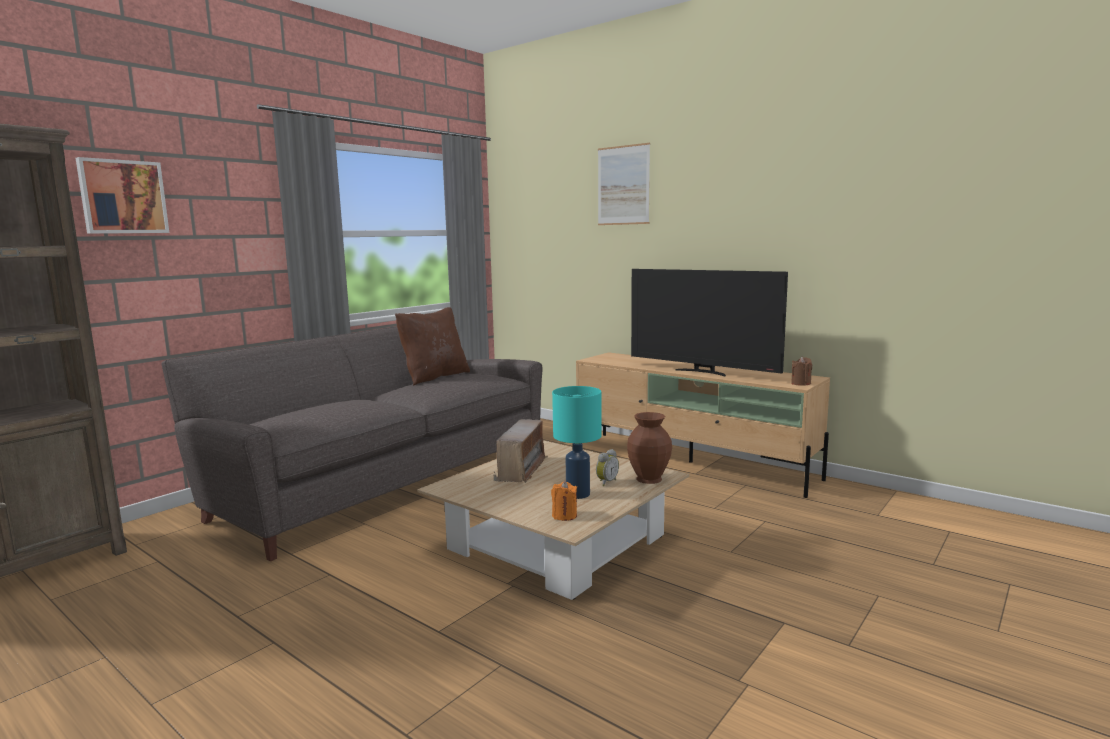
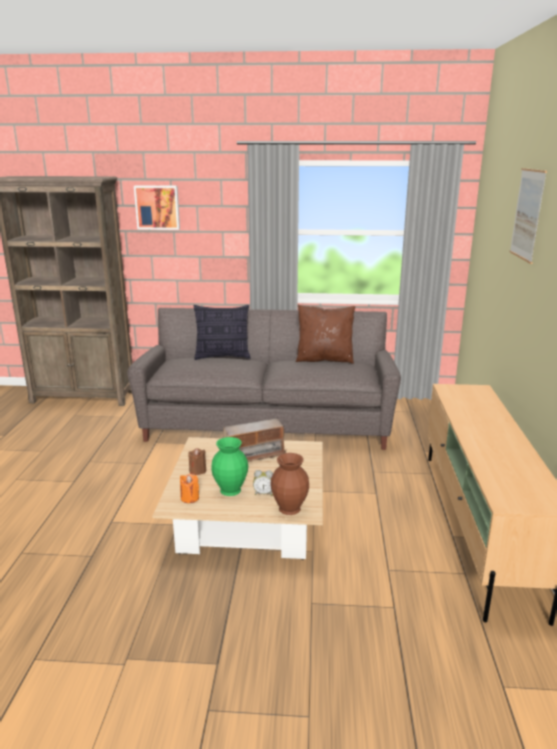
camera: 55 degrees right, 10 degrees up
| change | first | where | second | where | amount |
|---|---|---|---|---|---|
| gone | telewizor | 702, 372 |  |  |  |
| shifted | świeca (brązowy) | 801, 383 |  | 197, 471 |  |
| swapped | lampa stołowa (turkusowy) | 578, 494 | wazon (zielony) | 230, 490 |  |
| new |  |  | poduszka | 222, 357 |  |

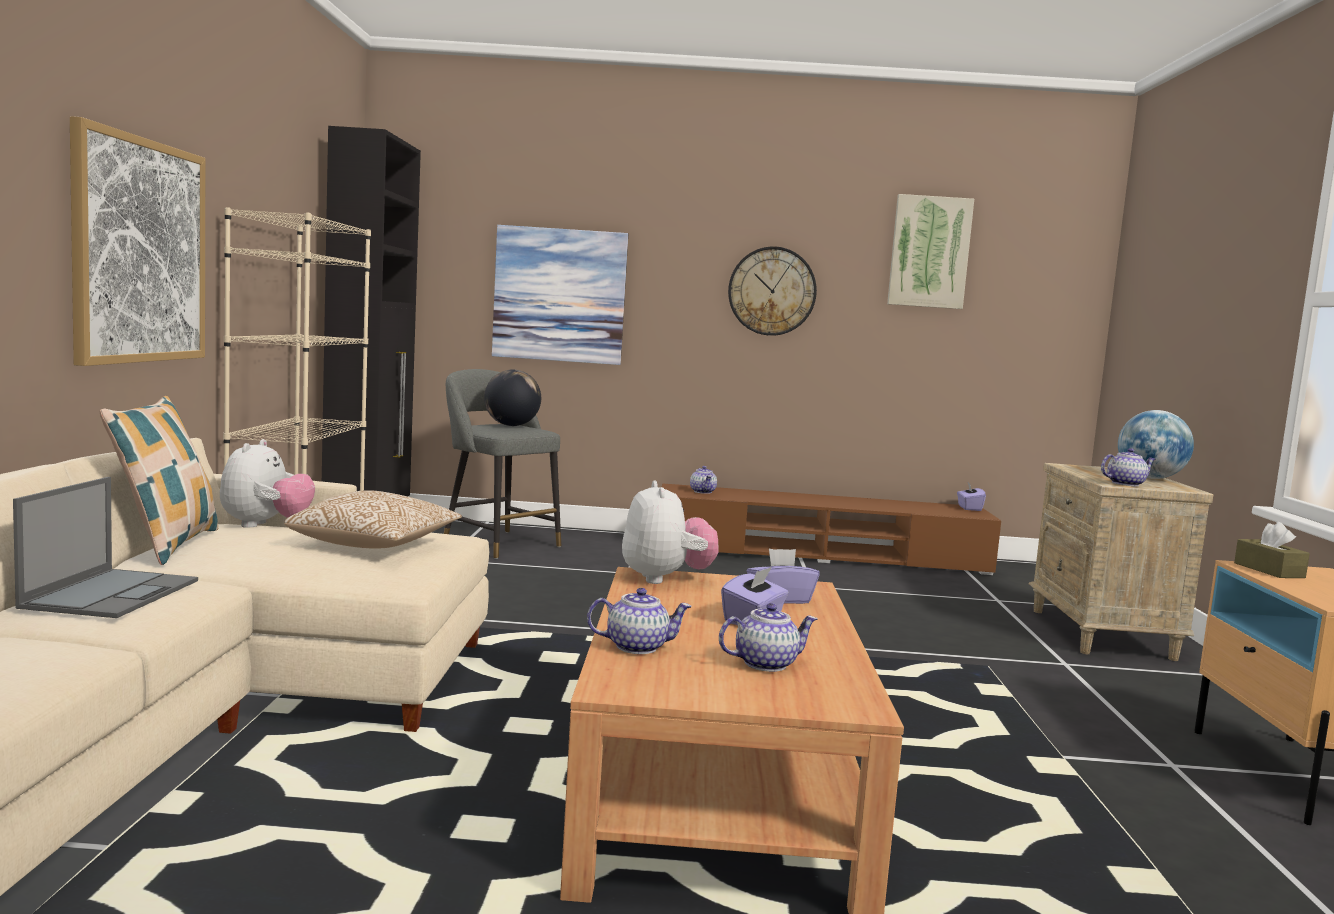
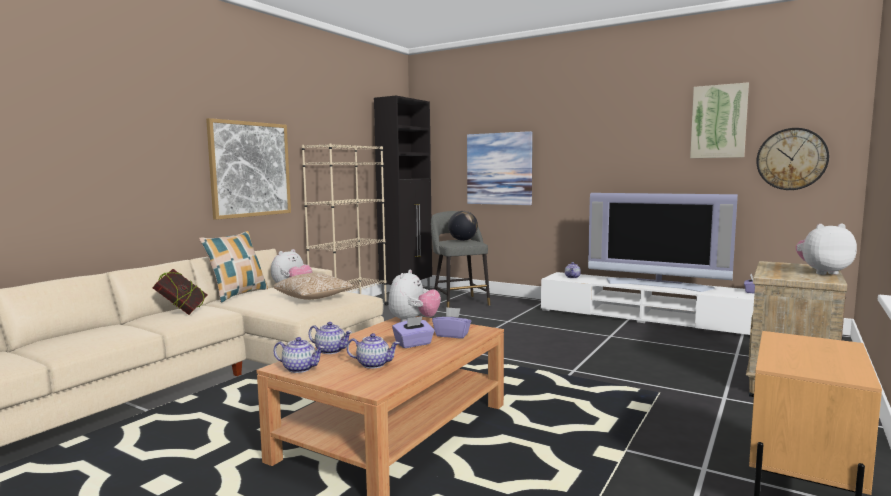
camera: 30 degrees right, 0 degrees up
| change | first | where | second | where | amount |
|---|---|---|---|---|---|
| shifted | zegar ścienny | 772, 291 |  | 791, 159 |  |
| swapped | globus | 1150, 478 | pluszak | 822, 272 |  |
| shifted | imbryk | 1125, 484 |  | 300, 368 |  |
| swapped | laptop | 112, 593 | książka | 182, 312 |  |
| repainted | szafka pod telewizor (brązowy) | 820, 555 | szafka pod telewizor (biały) | 645, 318 |  |
| gone | pudełko chusteczek (brązowy) | 1269, 570 |  |  |  |
| new |  |  | telewizor | 657, 284 |  |

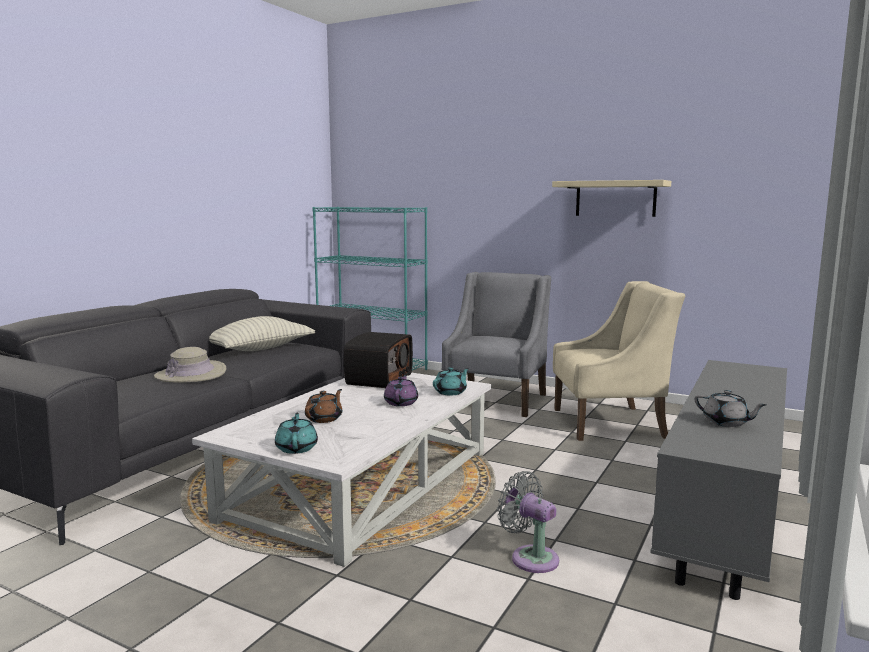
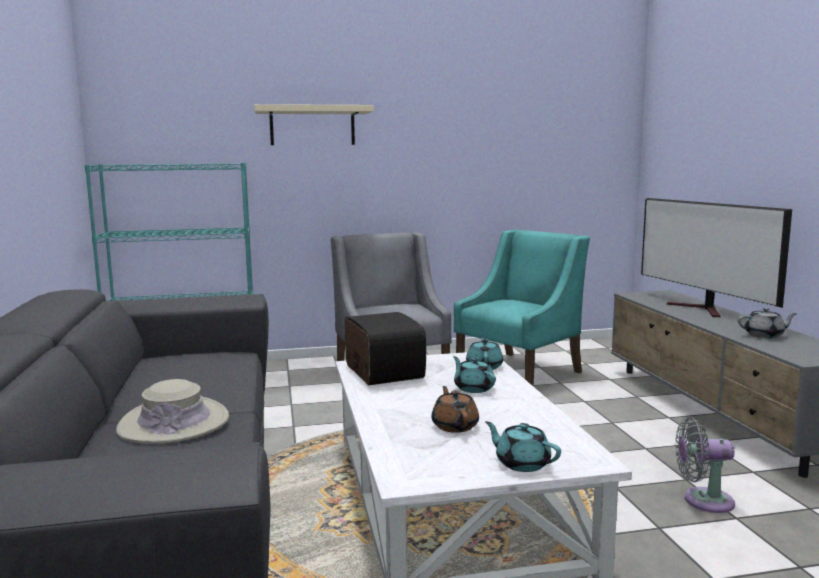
camera: 40 degrees left, 0 degrees up
| change | first | where | second | where | amount |
|---|---|---|---|---|---|
| shifted | półka (beżowy) | 615, 198 |  | 312, 126 |  |
| repainted | fotel (beżowy) | 609, 423 | fotel (turkusowy) | 520, 371 |  |
| gone | poduszka | 259, 349 |  |  |  |
| repainted | imbryk (fioletowy) | 401, 402 | imbryk (turkusowy) | 473, 388 |  |
| new |  |  | telewizor | 703, 310 |  |

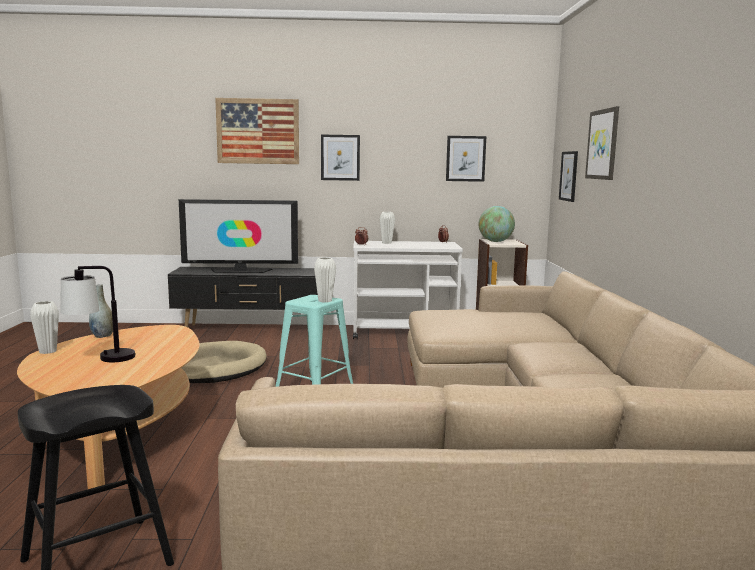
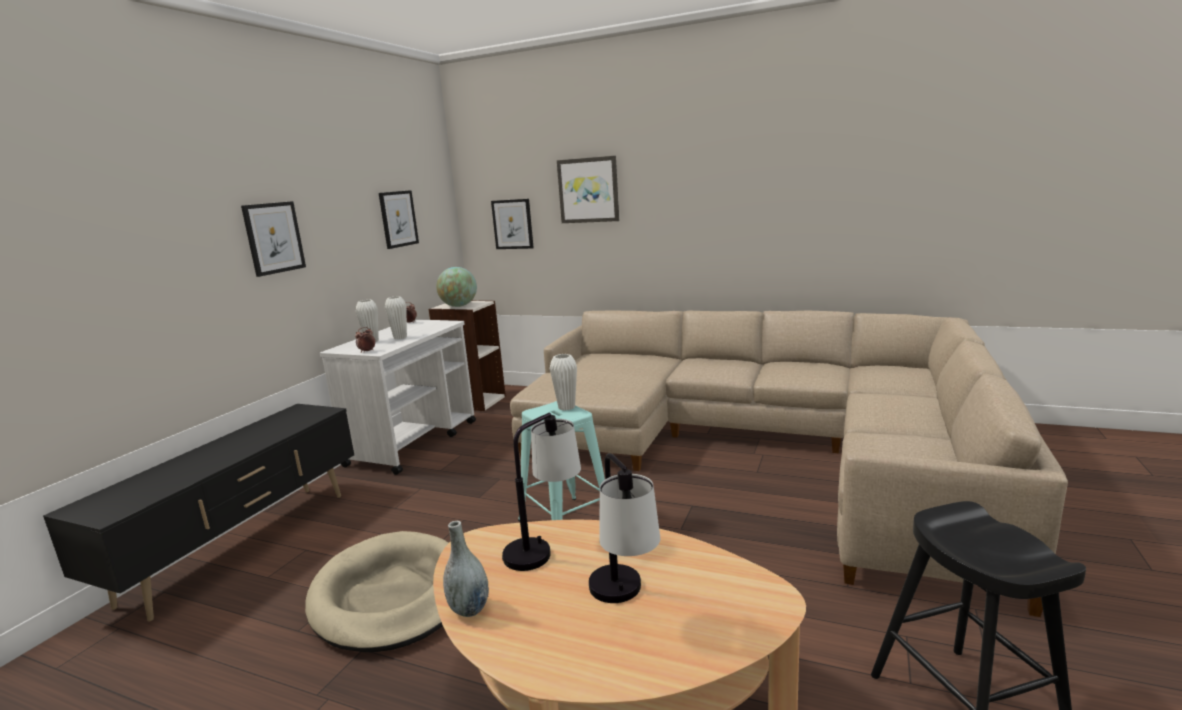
camera: 65 degrees left, 5 degrees up
| change | first | where | second | where | amount |
|---|---|---|---|---|---|
| gone | obraz | 258, 131 |  |  |  |
| gone | telewizor | 240, 271 |  |  |  |
| shifted | wazon (biały) | 48, 351 |  | 400, 337 |  |
| new |  |  | lampa stołowa | 544, 546 |  |

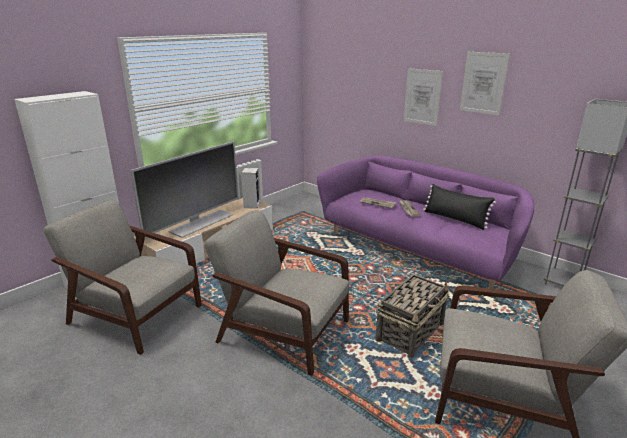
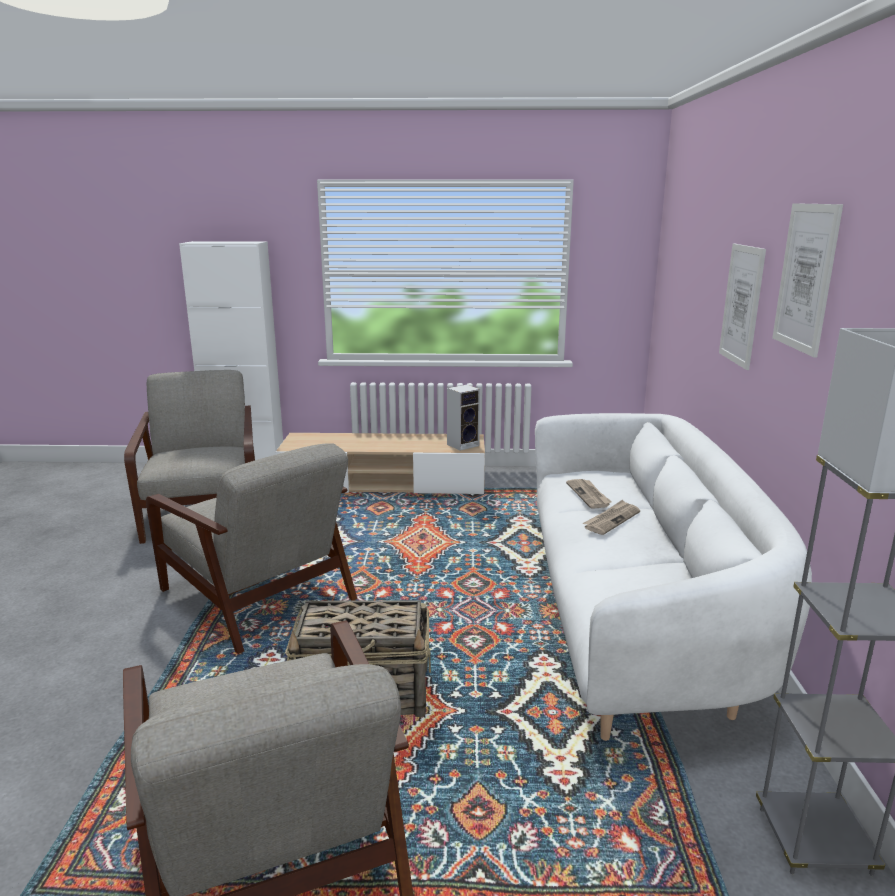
camera: 50 degrees right, 5 degrees down
| change | first | where | second | where | amount |
|---|---|---|---|---|---|
| gone | telewizor | 200, 223 |  |  |  |
| repainted | kanapa (fioletowy) | 418, 249 | kanapa (biały) | 631, 614 |  |
| gone | poduszka (czarny) | 455, 219 |  |  |  |
| rotated | fotel (szary) | 282, 330 |  | 259, 596 | 150 degrees clockwise |

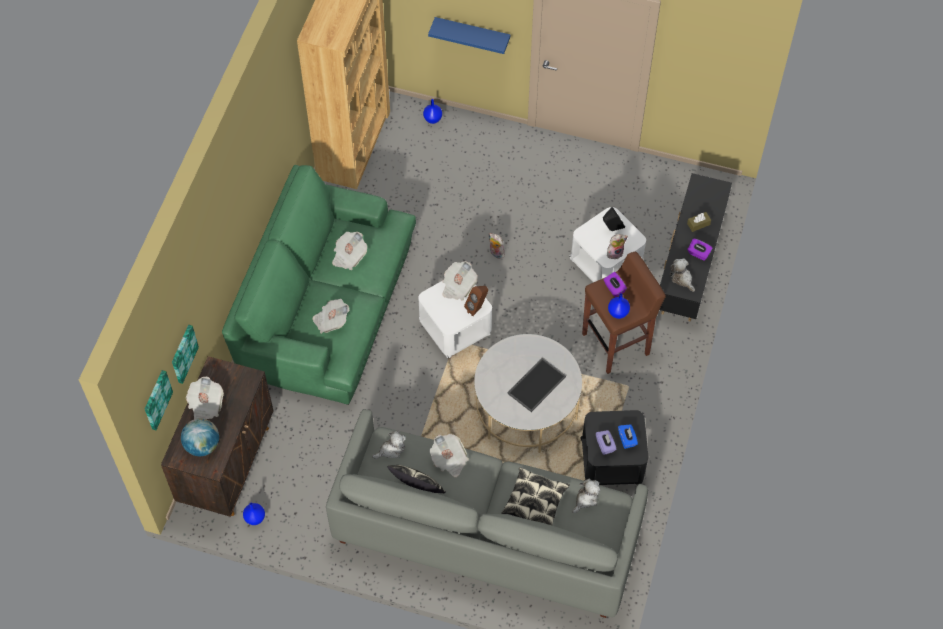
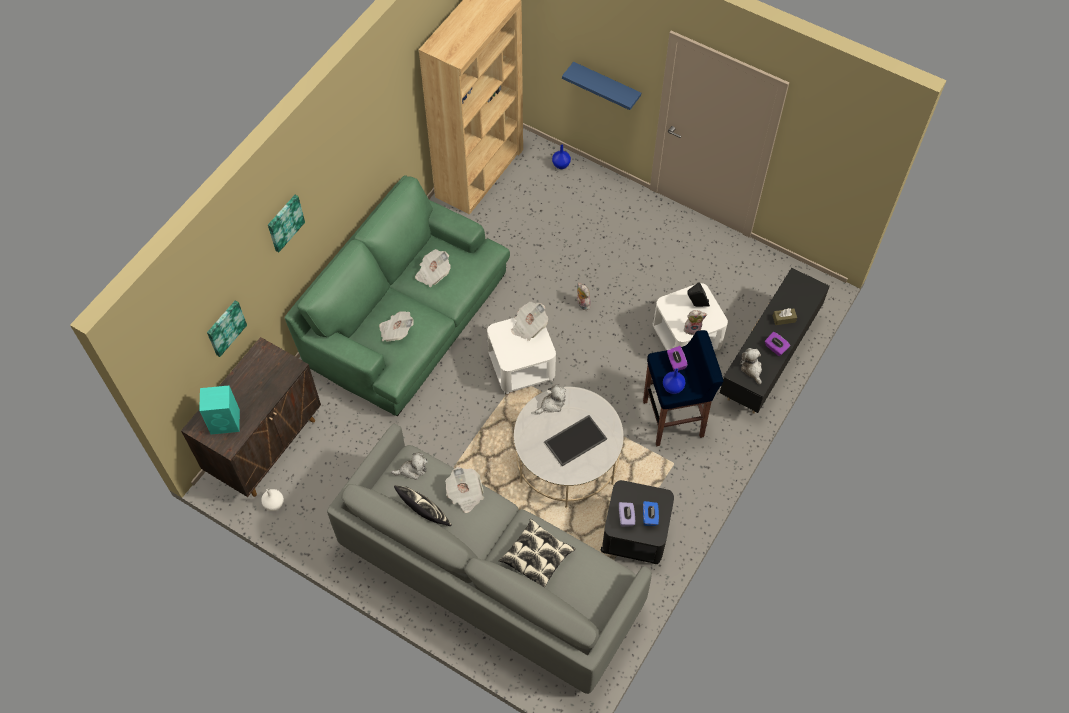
camera: 15 degrees right, 0 degrees up
| change | first | where | second | where | amount |
|---|---|---|---|---|---|
| repainted | stołek (brązowy) | 616, 344 | stołek (niebieski) | 674, 419 |  |
| gone | głośnik (brązowy) | 477, 308 |  |  |  |
| shifted | obraz | 156, 399 |  | 284, 222 |  |
| gone | gazeta | 205, 405 |  |  |  |
| swapped | globus | 202, 445 | głośnik (turkusowy) | 226, 421 |  |
| shifted | pluszak | 586, 499 |  | 552, 404 |  |
| repainted | wazon (niebieski) | 254, 518 | wazon (biały) | 274, 504 |  |

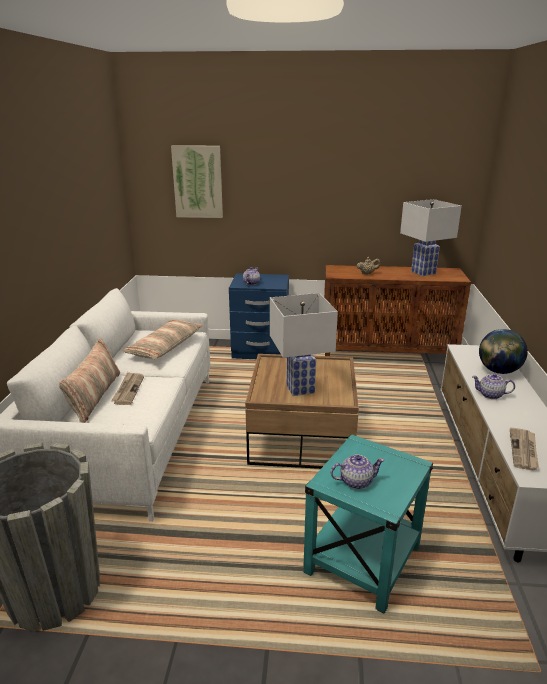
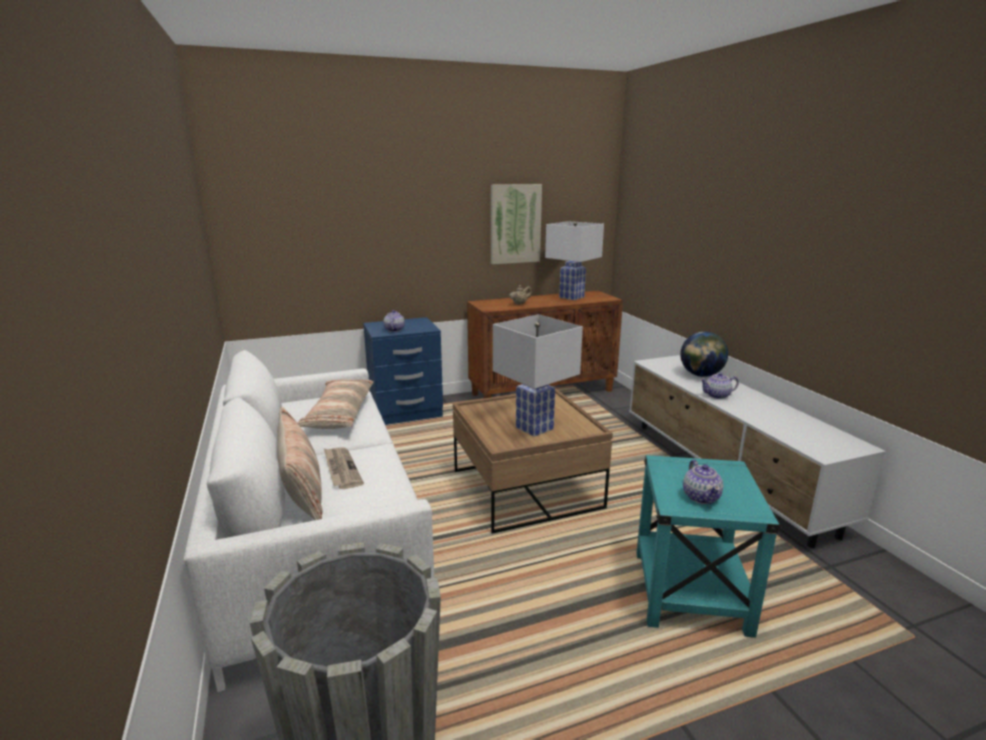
camera: 25 degrees left, 5 degrees down
| change | first | where | second | where | amount |
|---|---|---|---|---|---|
| shifted | obraz | 198, 182 |  | 515, 224 |  |
| gone | gazeta | 524, 450 |  |  |  |
| rotated | imbryk | 355, 481 |  | 701, 497 | 120 degrees clockwise |

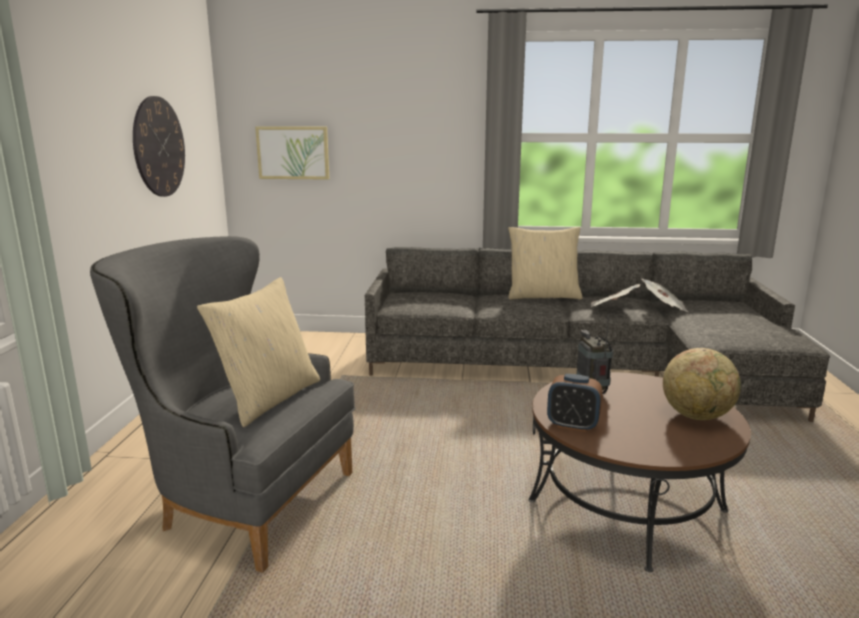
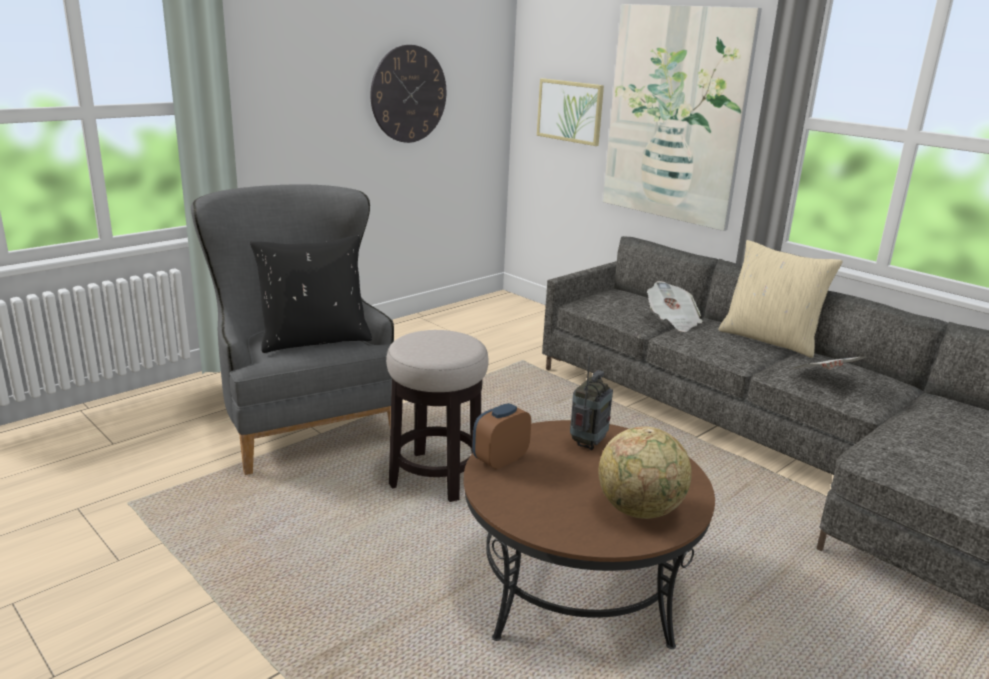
camera: 40 degrees right, 5 degrees up
| change | first | where | second | where | amount |
|---|---|---|---|---|---|
| repainted | poduszka (beżowy) | 269, 398 | poduszka (czarny) | 314, 340 |  |
| shifted | gazeta | 664, 307 |  | 672, 321 |  |
| rotated | budzik | 572, 425 |  | 500, 460 | 75 degrees clockwise |
| new |  |  | obraz | 675, 115 |  |
| new |  |  | stołek | 435, 477 |  |

